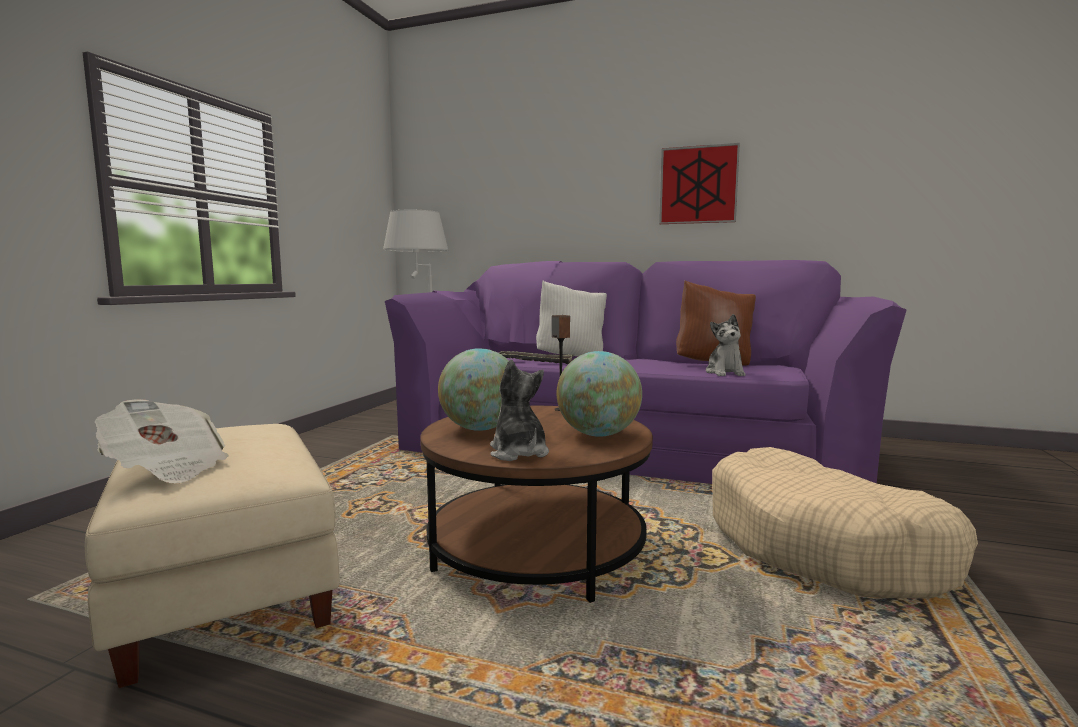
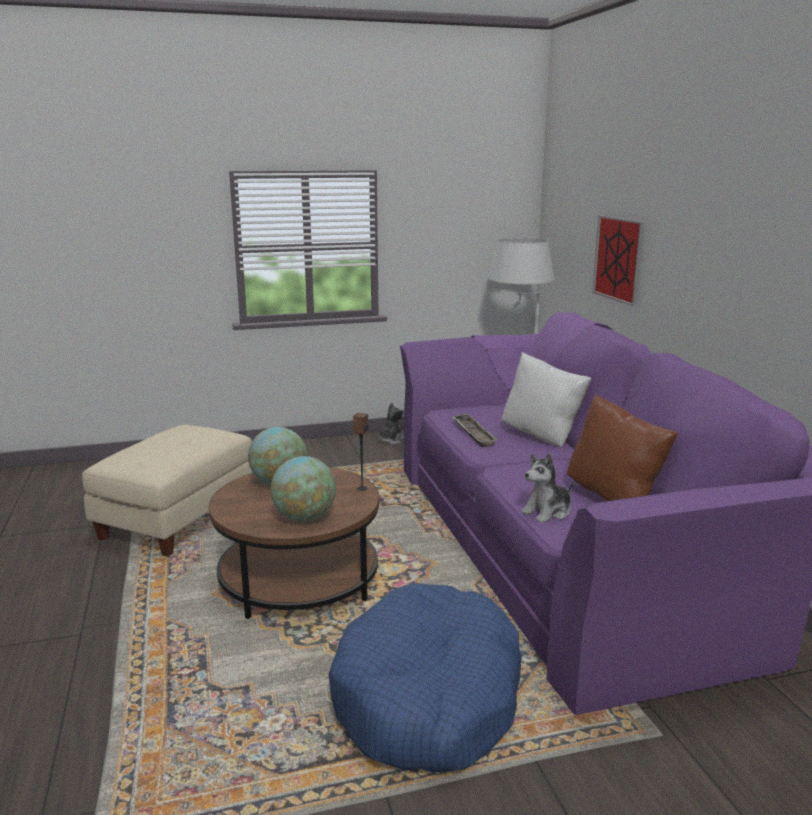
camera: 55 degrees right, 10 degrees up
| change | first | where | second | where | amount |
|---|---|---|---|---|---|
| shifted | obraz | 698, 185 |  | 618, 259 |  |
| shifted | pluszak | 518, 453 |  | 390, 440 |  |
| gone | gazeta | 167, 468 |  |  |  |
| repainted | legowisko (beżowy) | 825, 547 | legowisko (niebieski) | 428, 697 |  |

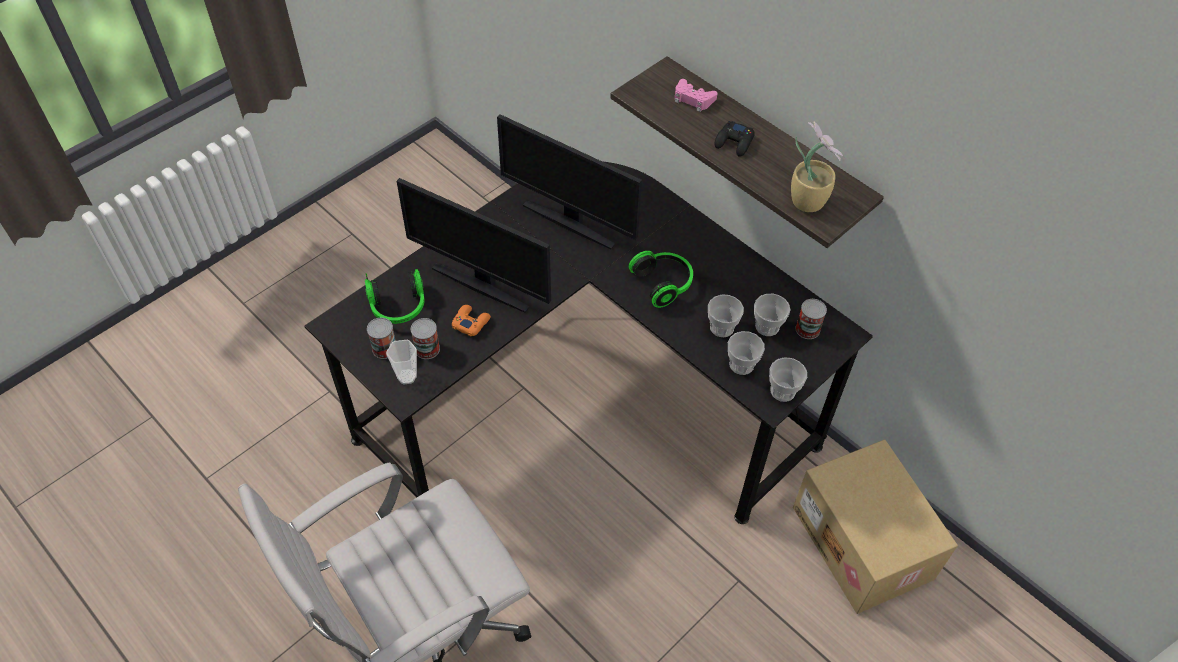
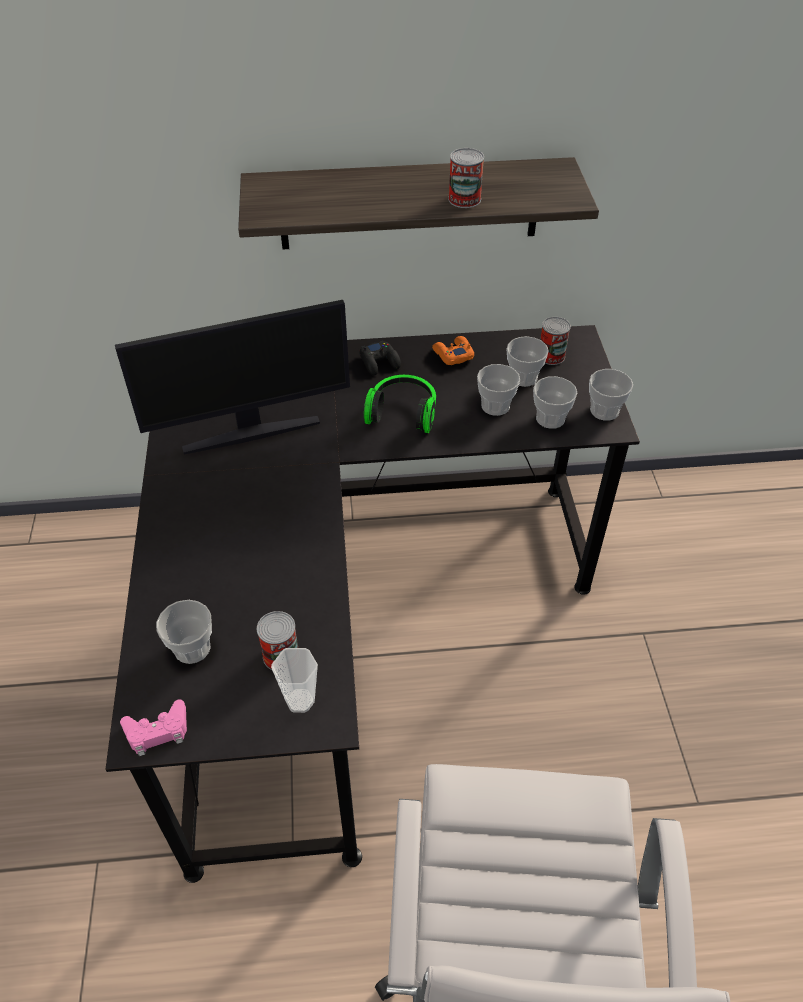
camera: 50 degrees left, 5 degrees down
| change | first | where | second | where | amount |
|---|---|---|---|---|---|
| shifted | pad do gier (różowy) | 693, 99 |  | 157, 731 |  |
| shifted | pad do gier (czarny) | 734, 142 |  | 380, 362 |  |
| gone | roślina doniczkowa | 807, 200 |  |  |  |
| gone | monitor | 482, 285 |  |  |  |
| swapped | słuchawki | 398, 308 | filiżanka | 192, 648 |  |
| shifted | pad do gier (pomarańczowy) | 471, 322 |  | 452, 354 |  |
| shifted | puszka | 384, 348 |  | 464, 199 |  |
| gone | karton | 864, 543 |  |  |  |

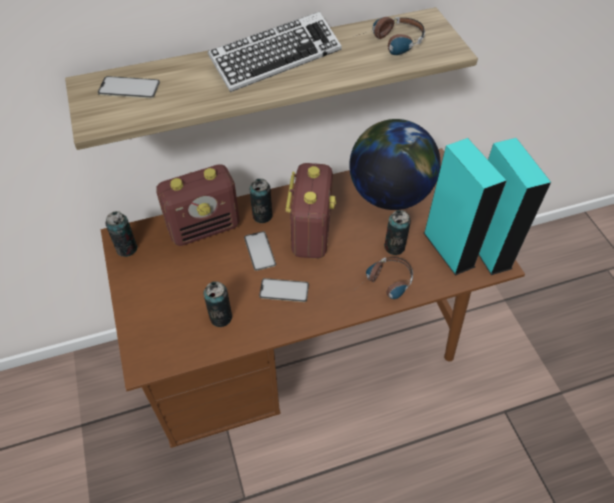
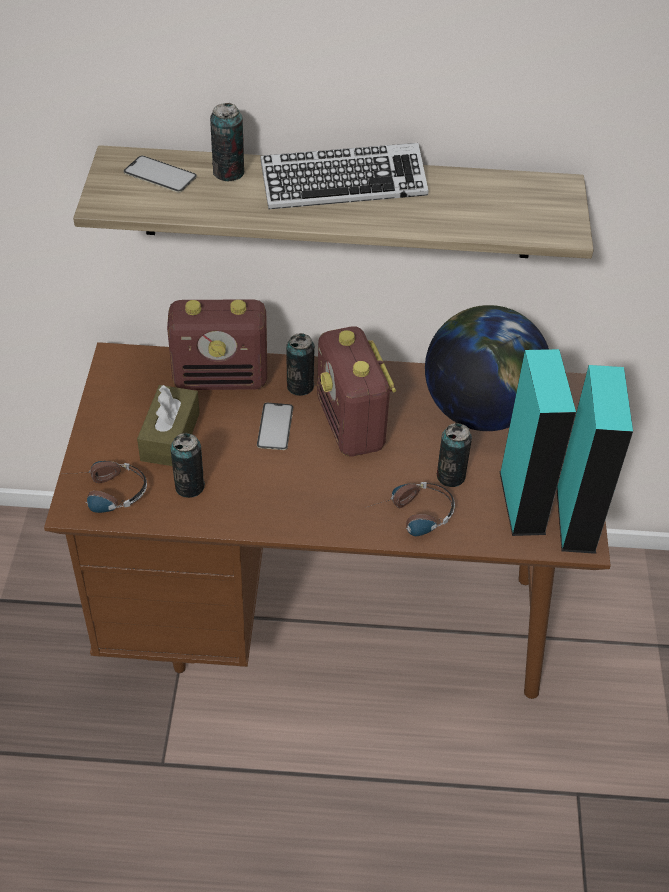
camera: 20 degrees right, 5 degrees down
| change | first | where | second | where | amount |
|---|---|---|---|---|---|
| shifted | słuchawki | 390, 44 |  | 104, 494 |  |
| rotated | radio | 311, 233 |  | 351, 425 | 135 degrees clockwise |
| shifted | puszka | 127, 248 |  | 228, 172 |  |
| gone | telefon | 284, 290 |  |  |  |
| new |  |  | pudełko chusteczek (brązowy) | 170, 436 |  |

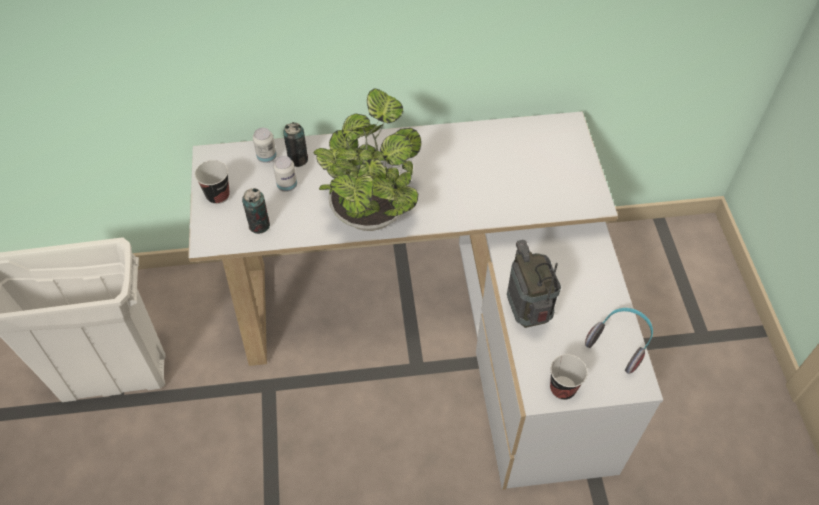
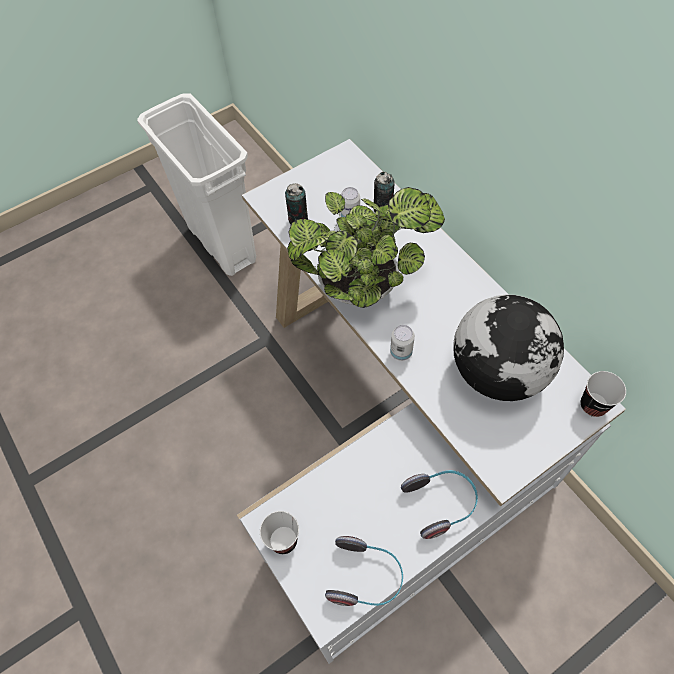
camera: 65 degrees right, 5 degrees up
| change | first | where | second | where | amount |
|---|---|---|---|---|---|
| shifted | puszka | 267, 157 |  | 401, 352 |  |
| shifted | filiżanka | 218, 195 |  | 593, 405 |  |
| gone | radio | 527, 313 |  |  |  |
| new |  |  | globus | 498, 371 |  |
| new |  |  | słuchawki | 441, 503 |  |

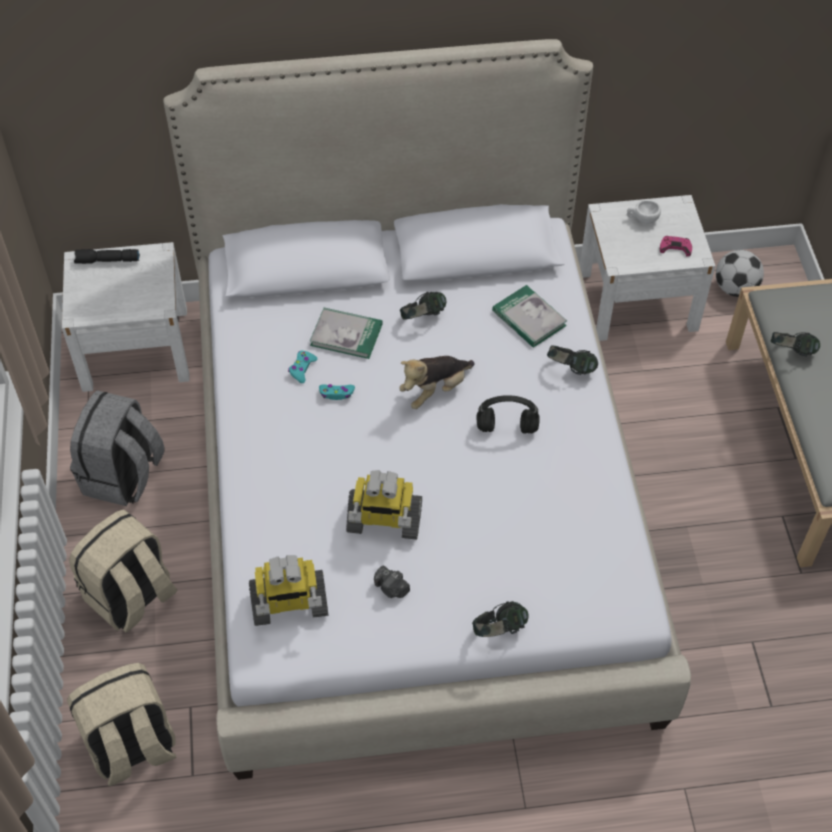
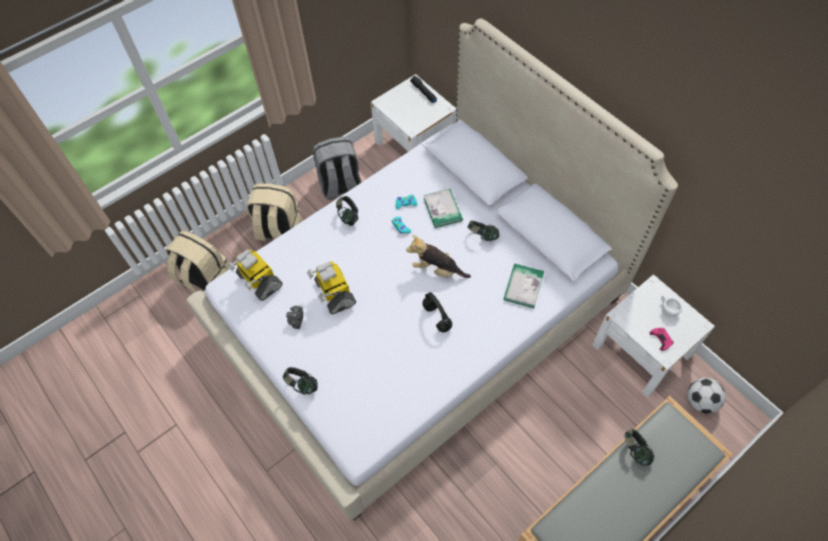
camera: 60 degrees right, 5 degrees up
| change | first | where | second | where | amount |
|---|---|---|---|---|---|
| shifted | słuchawki | 570, 369 |  | 348, 217 |  |

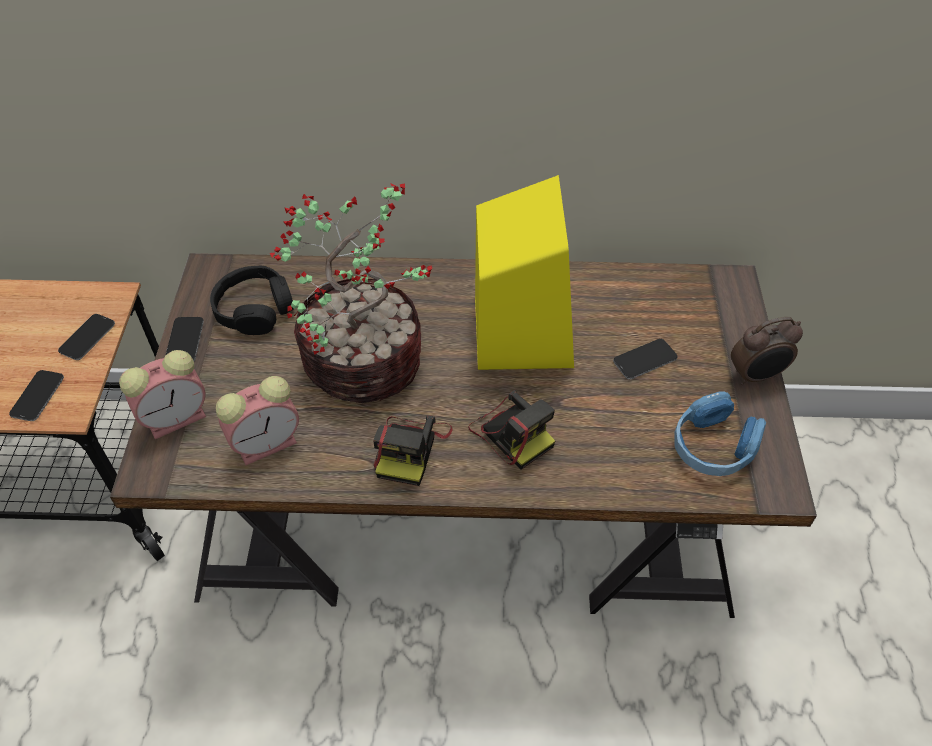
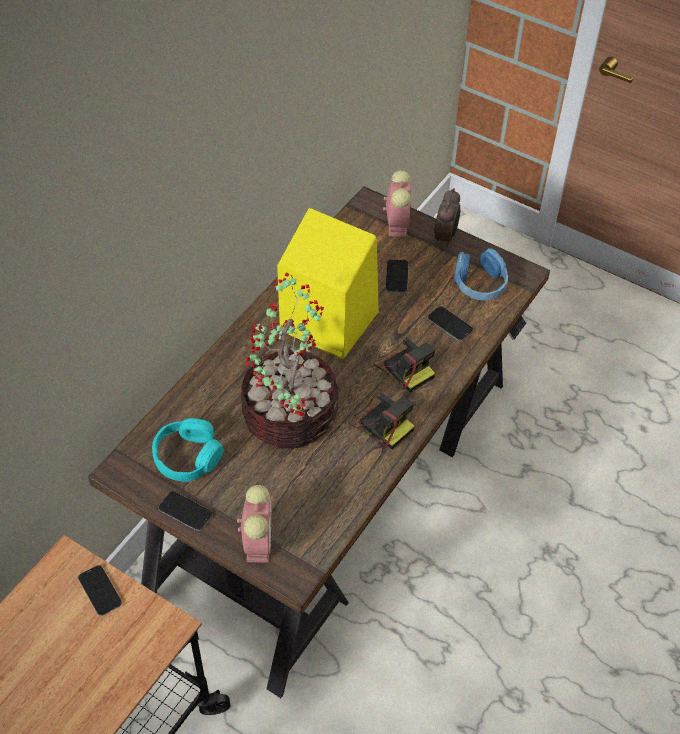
camera: 60 degrees left, 0 degrees up
| change | first | where | second | where | amount |
|---|---|---|---|---|---|
| repainted | słuchawki (czarny) | 255, 309 | słuchawki (turkusowy) | 187, 457 |  |
| shifted | telefon | 37, 396 |  | 450, 324 |  |
| shifted | budzik | 268, 442 |  | 397, 223 |  |
| rotated | aparat fotograficzny | 511, 432 |  | 404, 367 | 60 degrees clockwise |

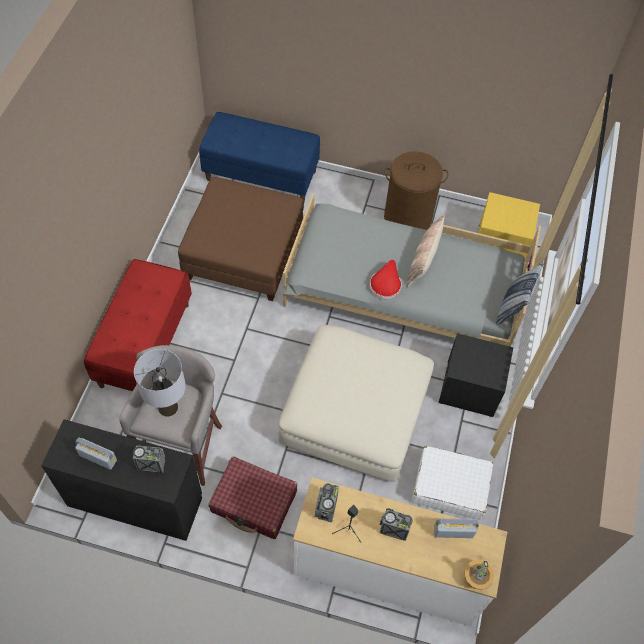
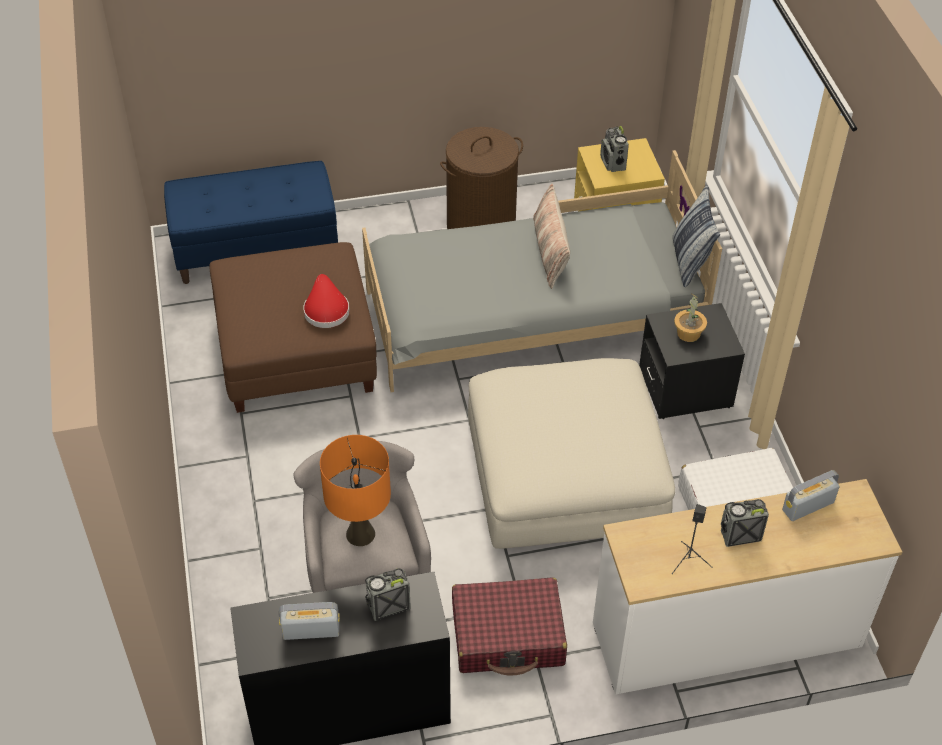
camera: 25 degrees left, 10 degrees down
| change | first | where | second | where | amount |
|---|---|---|---|---|---|
| gone | ławka (czerwony) | 145, 344 |  |  |  |
| shifted | kapelusz (czerwony) | 385, 284 |  | 326, 309 |  |
| repainted | lampa stołowa (szary) | 168, 407 | lampa stołowa (pomarańczowy) | 360, 534 |  |
| shifted | radio | 326, 508 |  | 613, 164 |  |
| shifted | roślina doniczkowa | 475, 578 |  | 688, 333 |  |

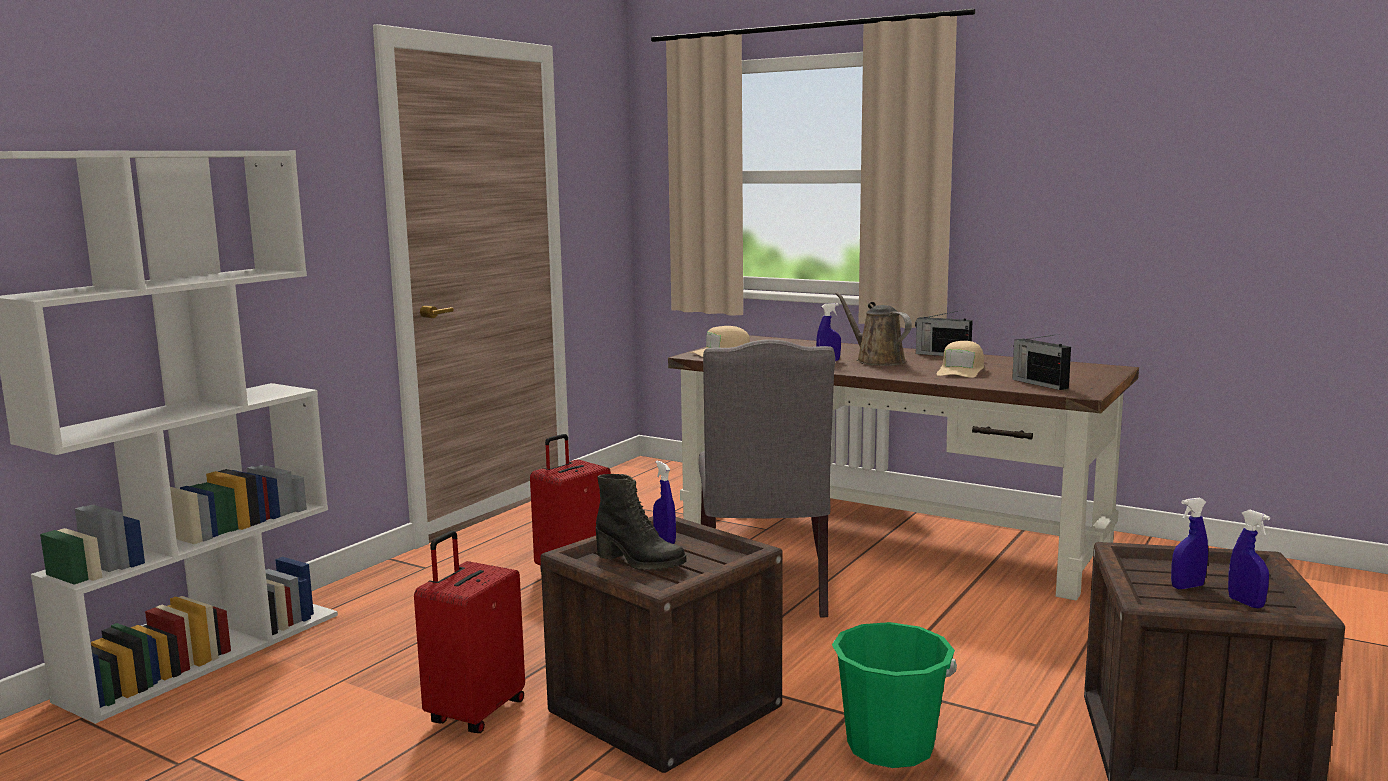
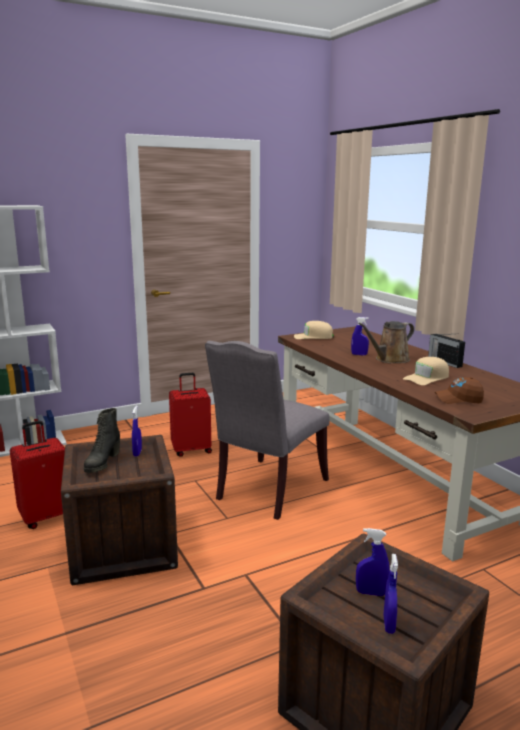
camera: 30 degrees right, 5 degrees up
| change | first | where | second | where | amount |
|---|---|---|---|---|---|
| rotated | konewka (brązowy) | 877, 361 |  | 389, 359 | 120 degrees counterclockwise |
| swapped | radio | 1039, 383 | czapka z daszkiem (brązowy) | 458, 399 |  |
| rotated | but z cholewką (czarny) | 639, 562 |  | 102, 463 | 45 degrees clockwise |
| gone | wiadro (zielony) | 890, 747 |  |  |  |

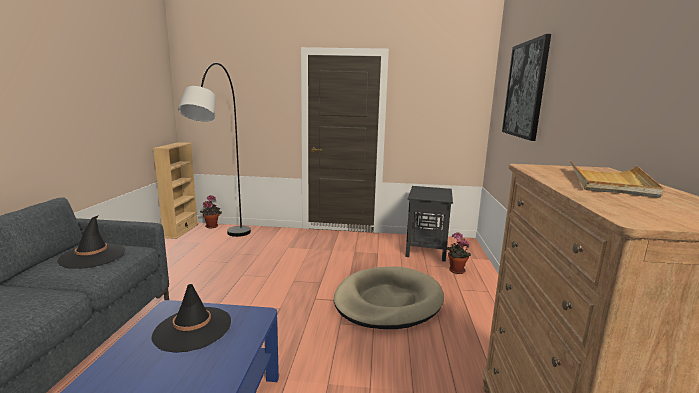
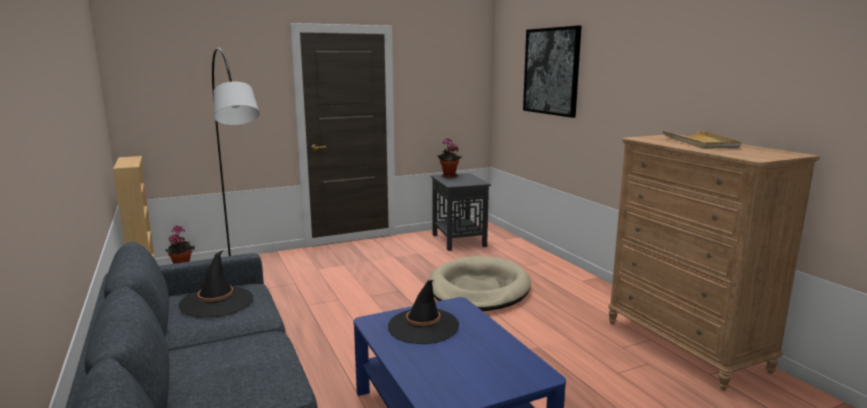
camera: 30 degrees left, 0 degrees up
| change | first | where | second | where | amount |
|---|---|---|---|---|---|
| shifted | roślina doniczkowa | 455, 271 |  | 448, 176 |  |

